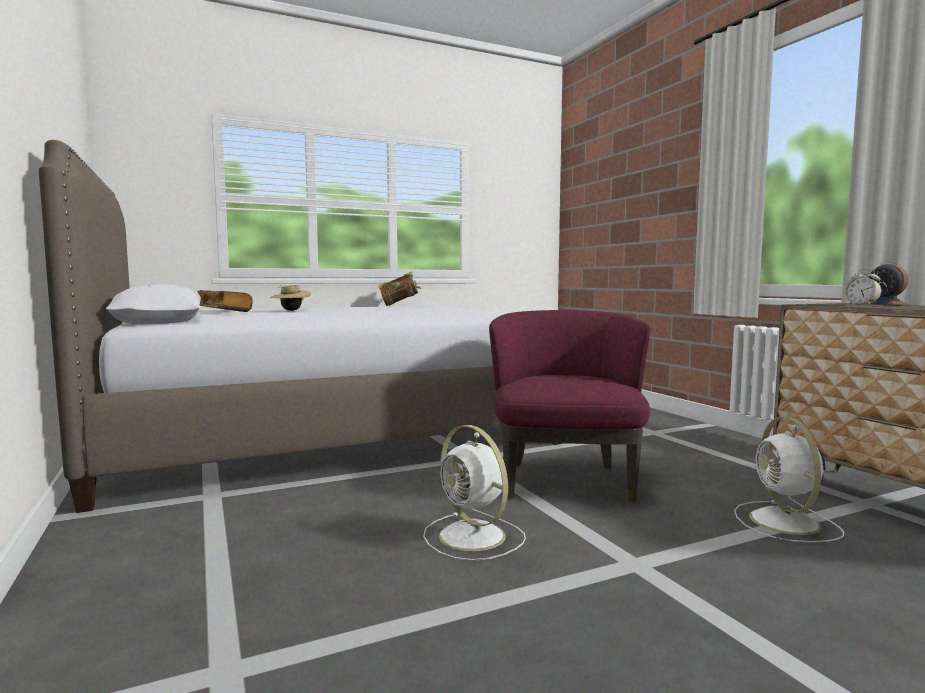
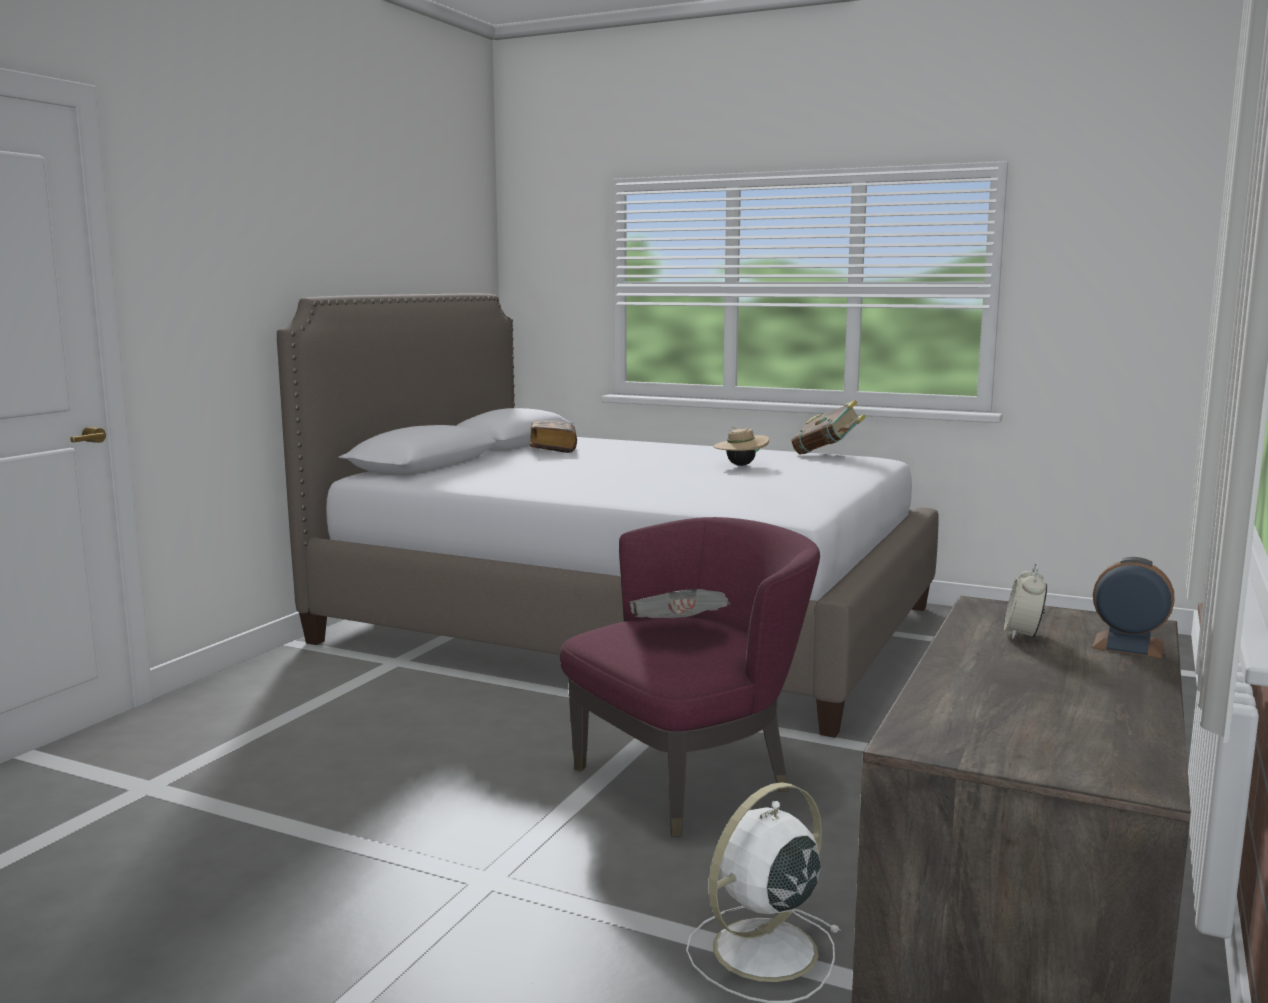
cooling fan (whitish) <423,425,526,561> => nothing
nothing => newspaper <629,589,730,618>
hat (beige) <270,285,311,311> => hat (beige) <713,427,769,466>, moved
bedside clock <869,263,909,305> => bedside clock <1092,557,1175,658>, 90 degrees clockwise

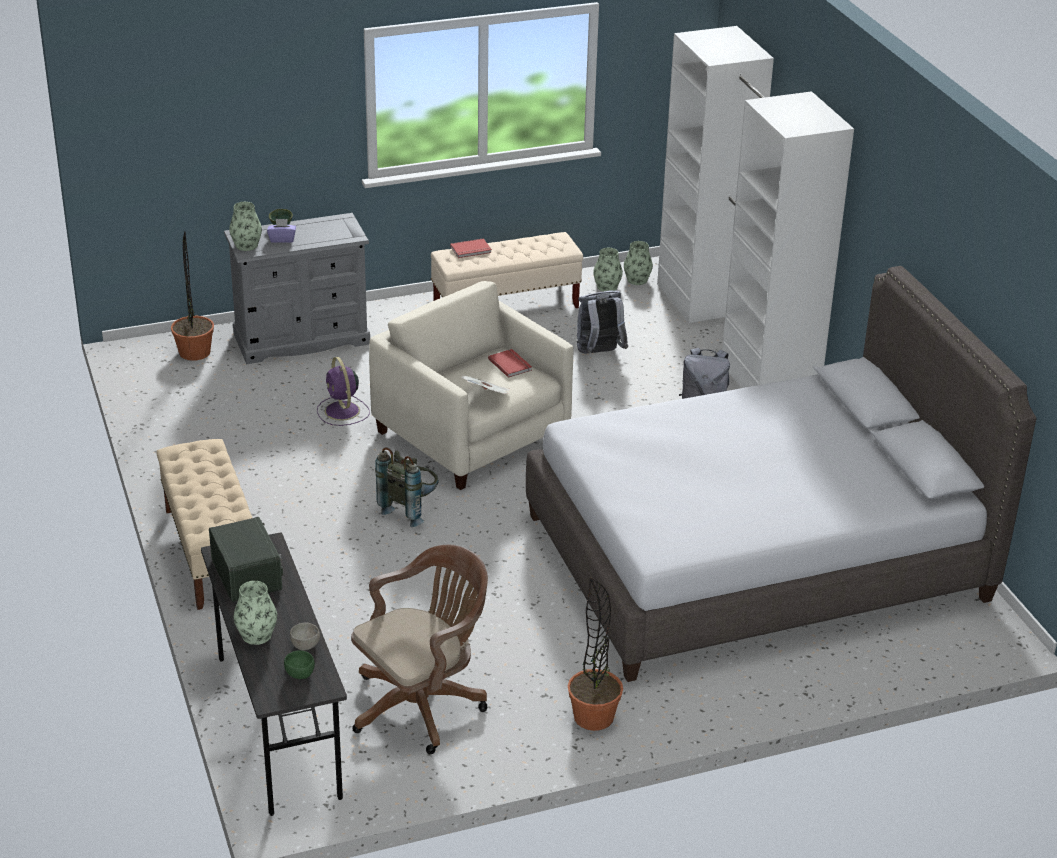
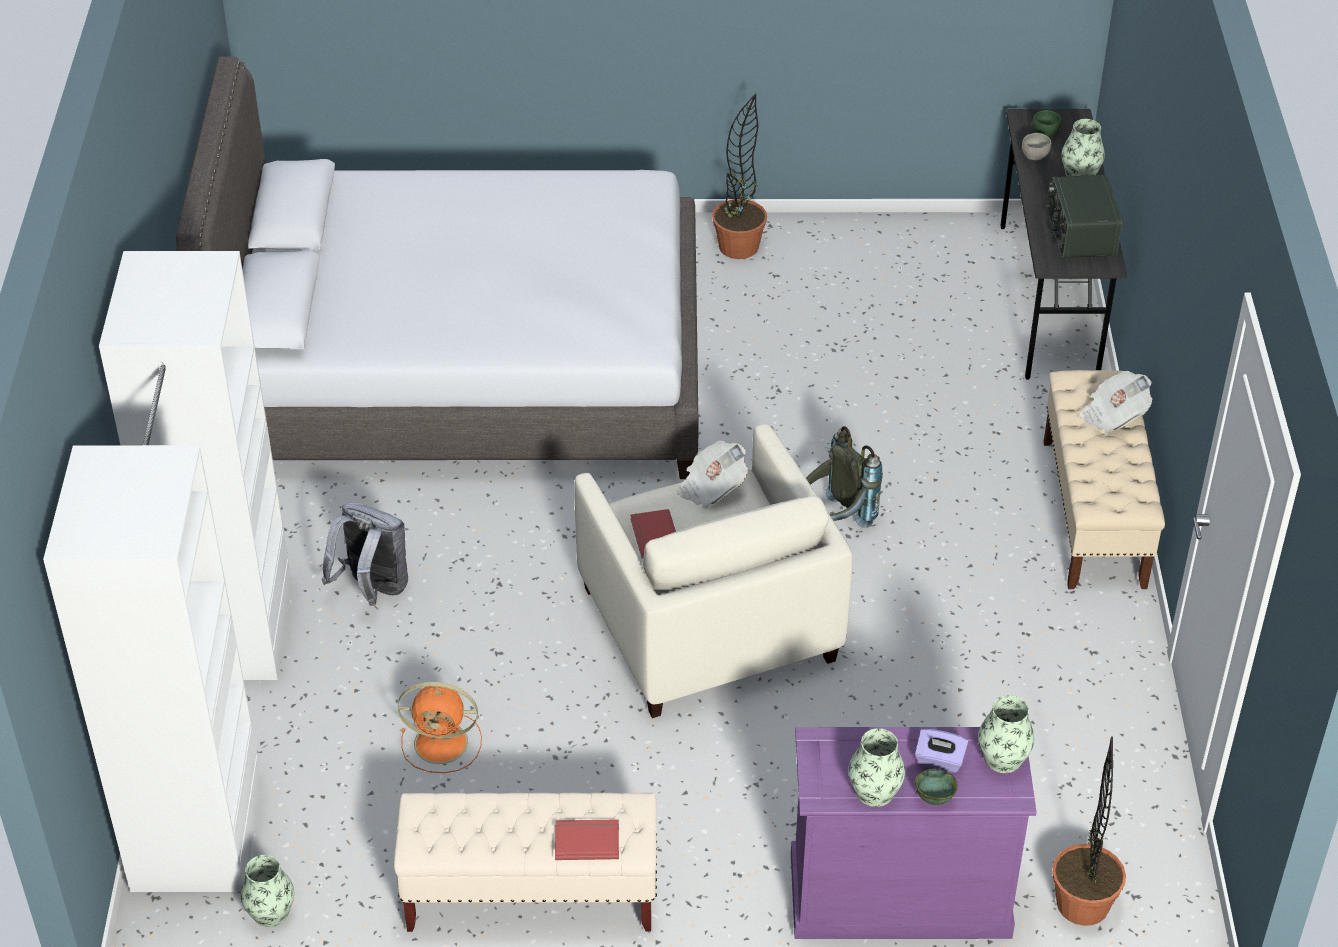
cooling fan (purple) <317,357,370,426> => nothing
computer chair (brown) <351,545,488,754> => nothing
nothing => newspaper <1079,371,1152,434>
flower vase <593,248,623,292> => flower vase <848,728,905,807>, moved
rucksack (greyish) <577,291,628,354> => cooling fan (orange-coloured) <397,682,482,773>
dresser (greyish) <224,213,370,364> => dresser (purple) <791,727,1036,939>

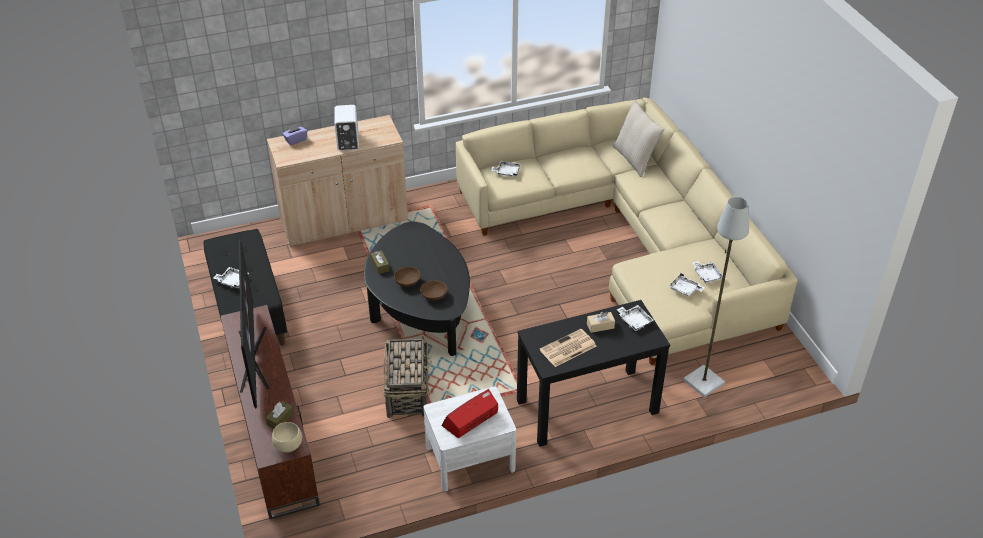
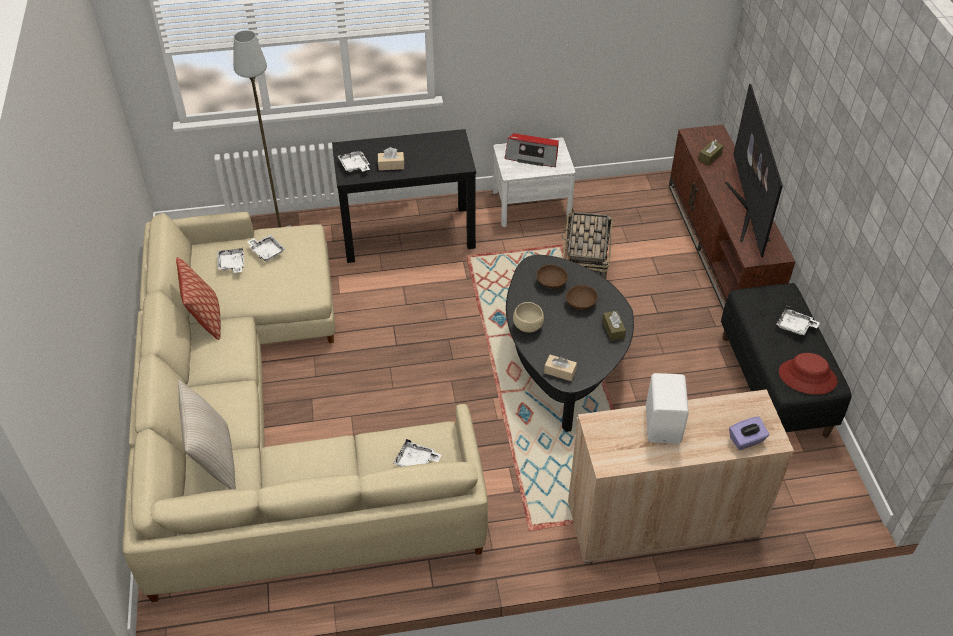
newspaper <540,329,597,367> => nothing
nothing => pillow <176,257,221,340>
nothing => box of tissues (beige) <544,355,577,381>
nothing => hat (red) <779,353,837,395>
serving bowl (beige) <272,422,302,453> => serving bowl (beige) <513,302,544,333>, moved
radio receiver <442,389,498,438> => radio receiver <505,133,559,167>, 45 degrees clockwise

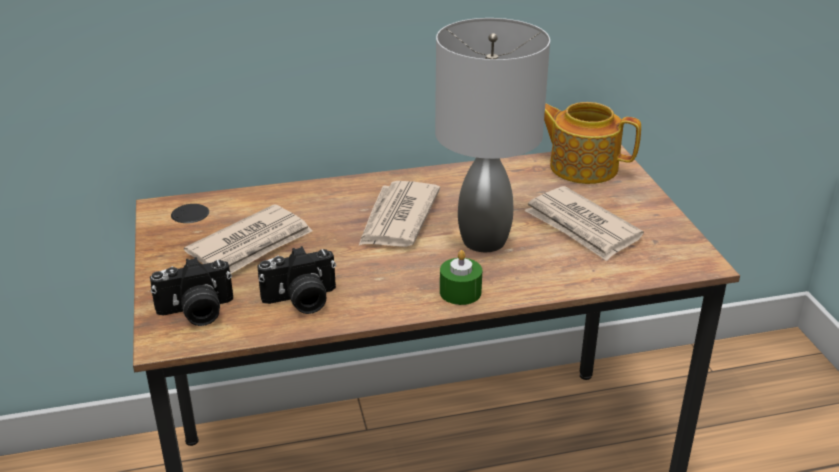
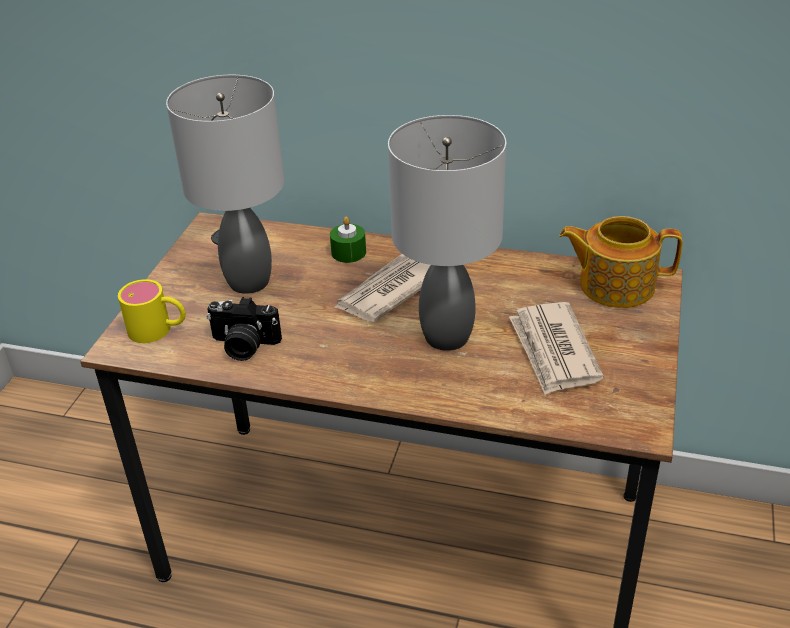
wax light (greenish) <440,250,482,305> => wax light (greenish) <330,217,366,263>, moved
photo camera <150,257,233,326> => tea mug (yellow-coloured) <118,279,186,343>
newspaper <184,204,313,274> => tabletop lamp (greyish) <166,75,284,294>
pot for tea <544,102,641,184> => pot for tea <559,216,683,308>, 45 degrees counterclockwise

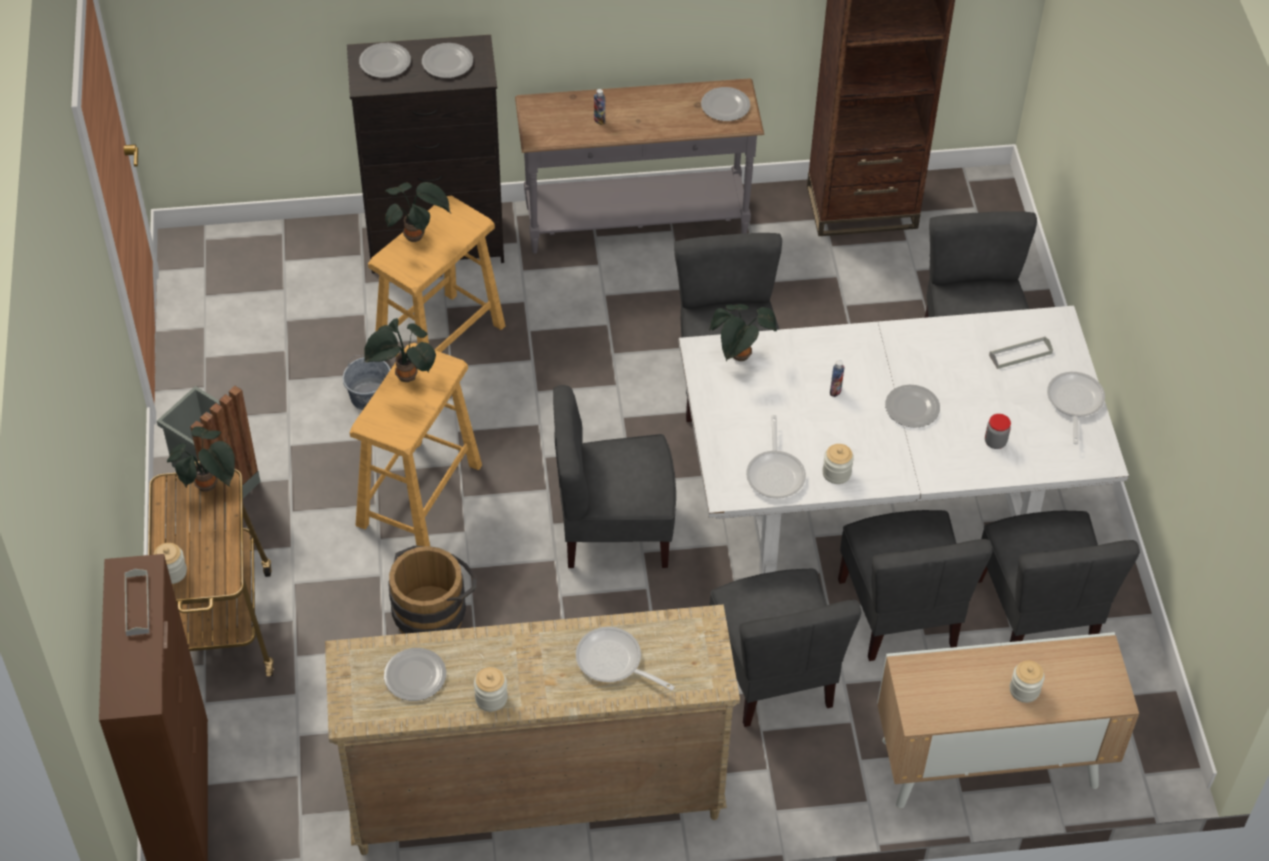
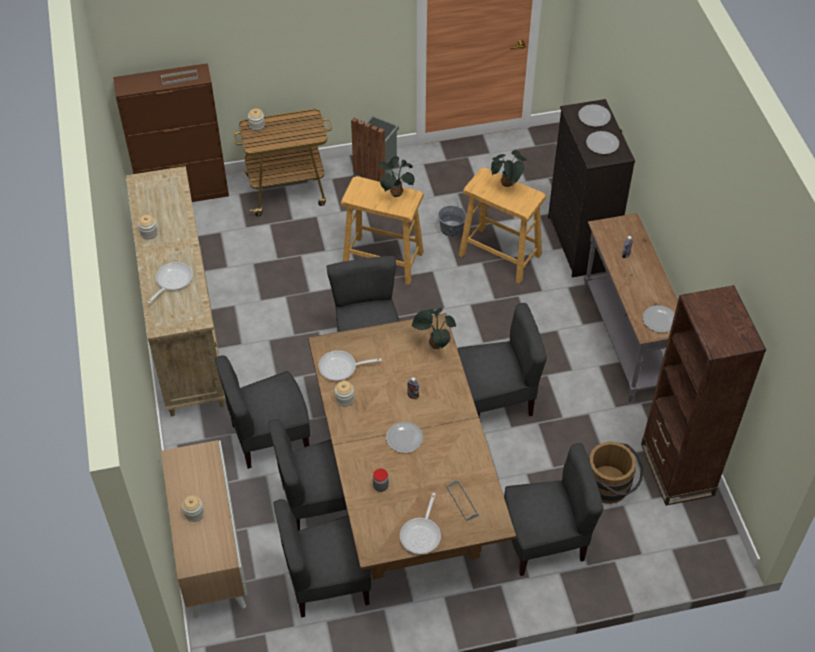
potted plant <167,426,235,492> => nothing
dinner plate <384,648,446,701> => nothing
bucket (brown) <388,546,477,634> => bucket (brown) <589,442,644,504>, moved
kitchen table (whitish) <678,306,1129,574> => kitchen table (brown) <308,313,516,579>
frying pan <1047,372,1105,444> => frying pan <400,493,441,554>, 105 degrees clockwise

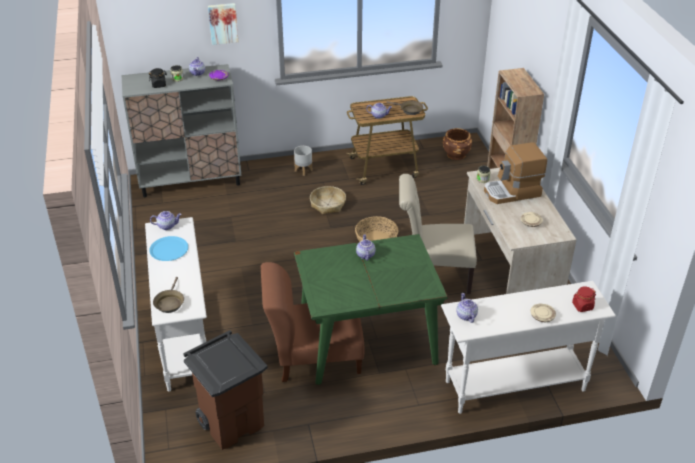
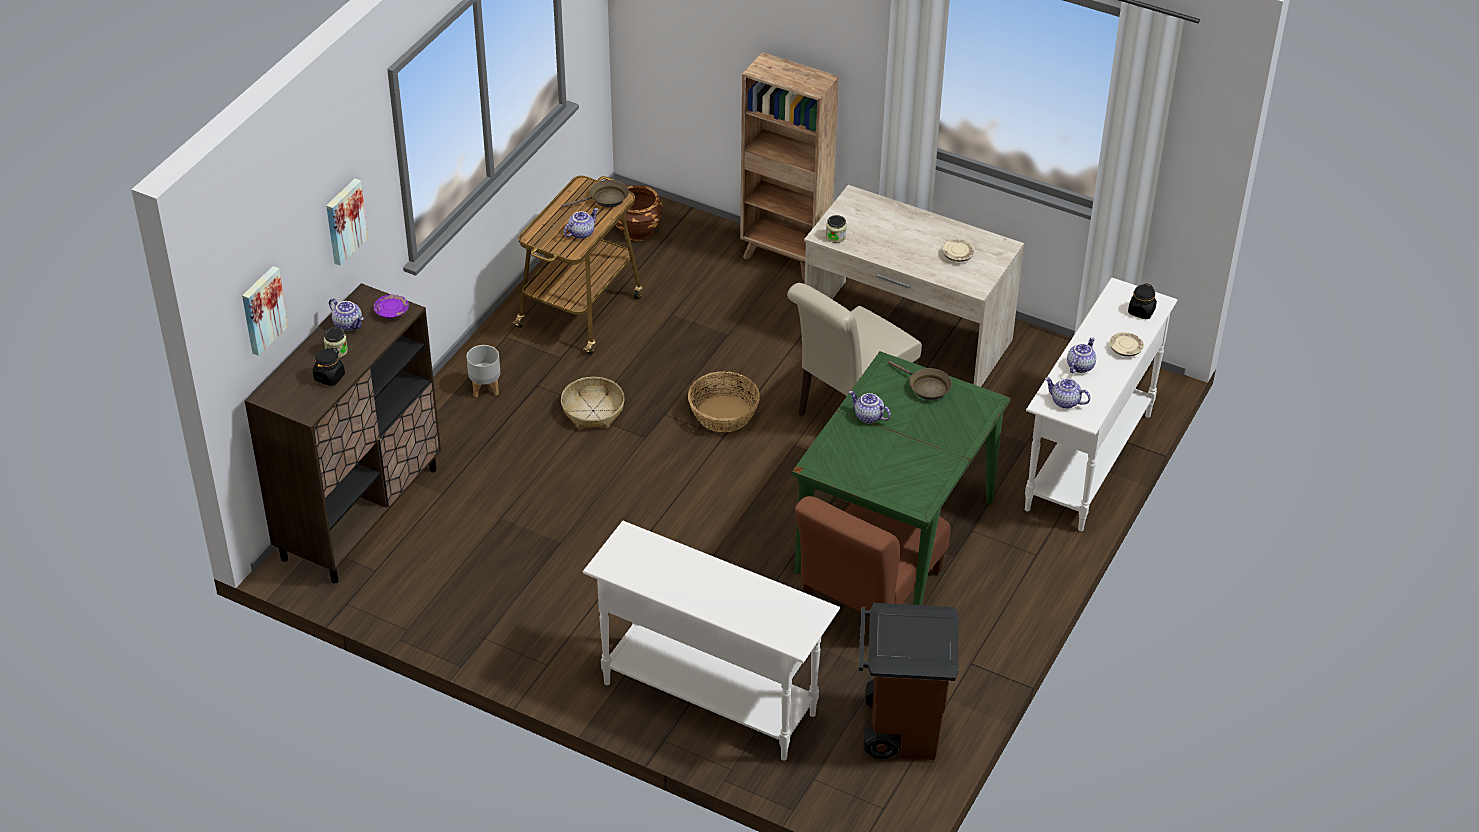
dinner plate (blue-coloured) <149,236,188,261> => nothing
coffee brewer <484,142,547,204> => nothing
nothing => wall picture <242,266,288,356>
pot for tea <150,211,182,230> => pot for tea <1067,337,1096,373>, moved
frying pan (brown) <153,277,184,313> => frying pan (brown) <888,361,952,400>, moved
cupboard (greyish) <121,64,241,197> => cupboard (brown) <244,283,441,584>
storage jar (red) <572,286,596,312> => storage jar (black) <1128,283,1157,319>

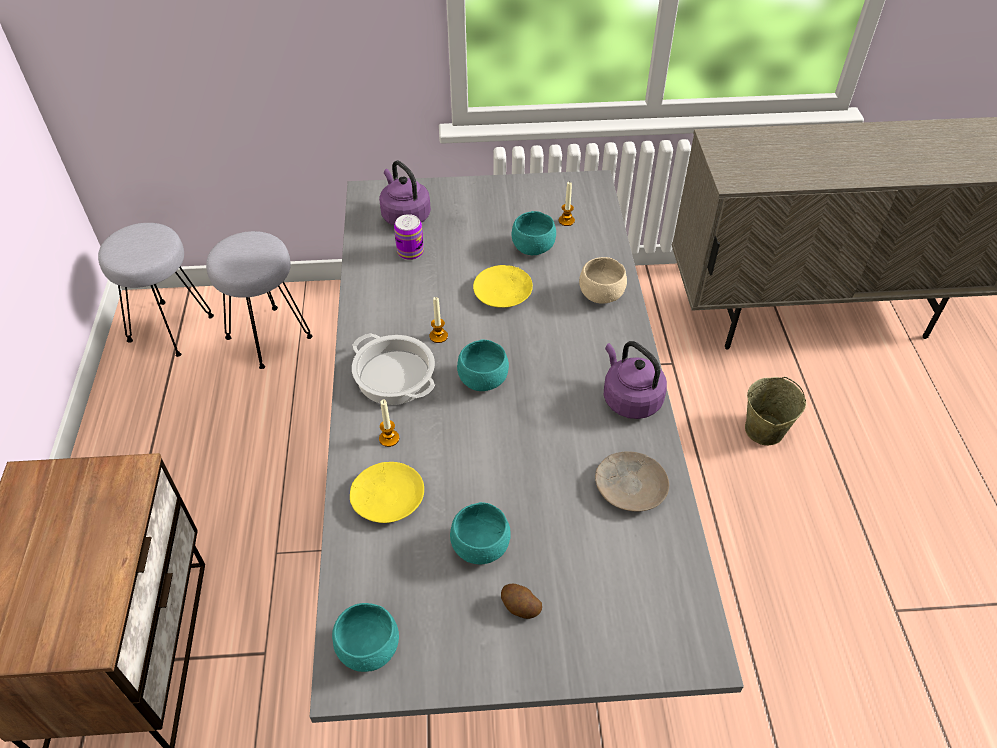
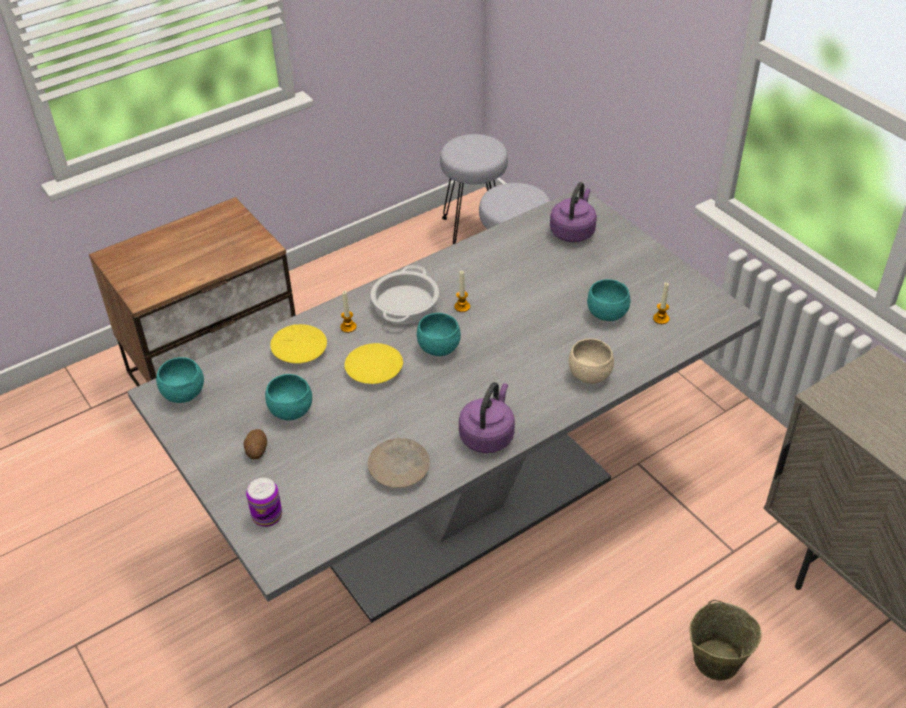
sealed can <394,214,424,260> => sealed can <246,478,282,527>, moved
dinner plate (yellow-coloured) <473,265,533,308> => dinner plate (yellow-coloured) <344,343,403,384>, moved

